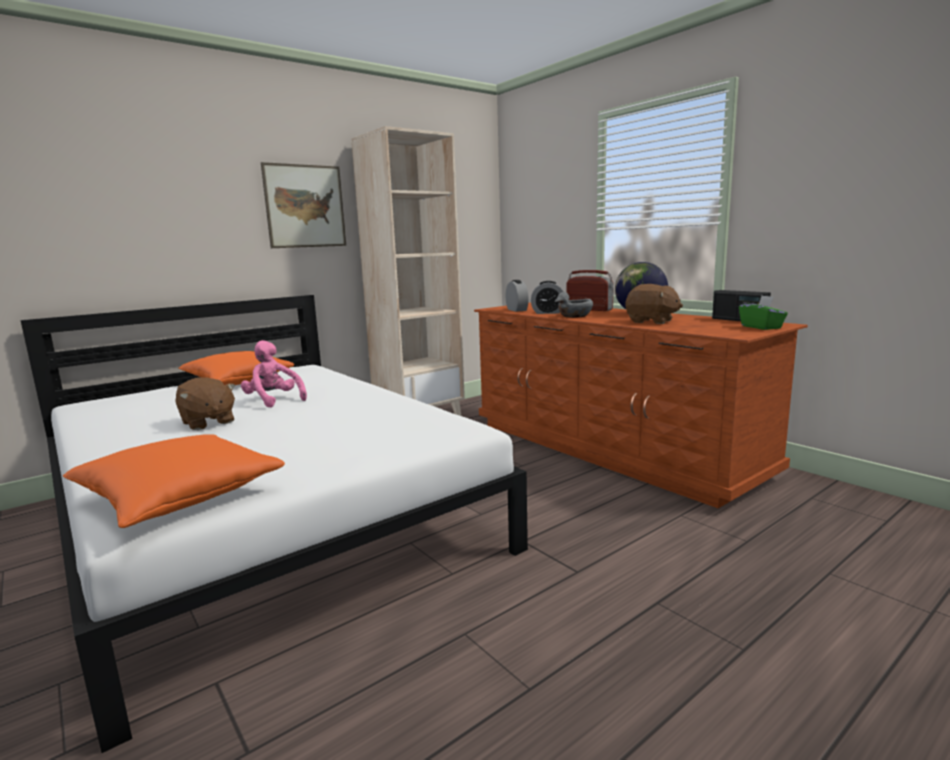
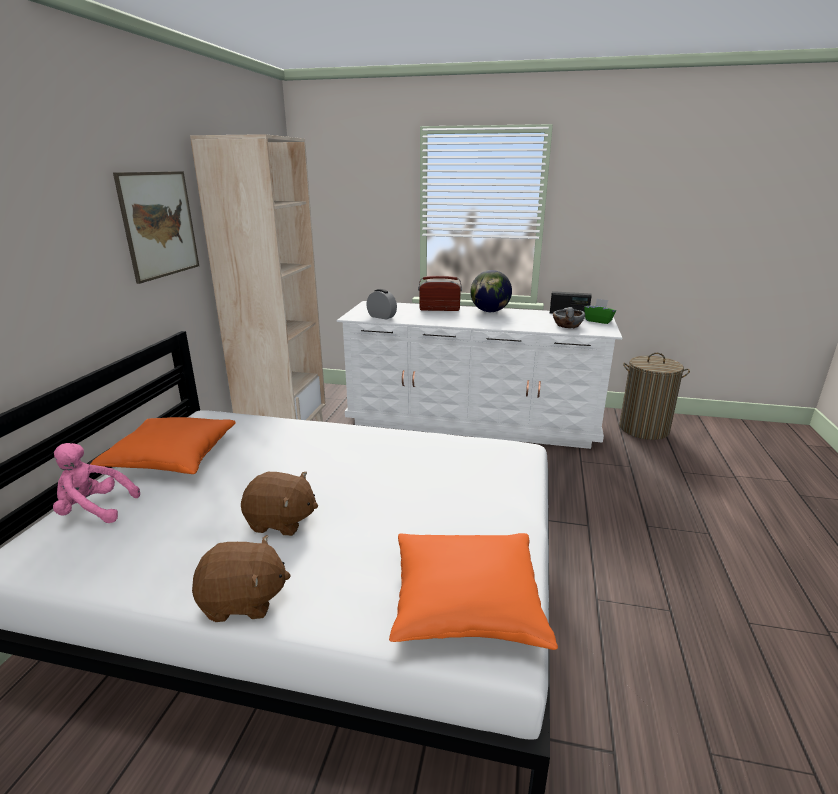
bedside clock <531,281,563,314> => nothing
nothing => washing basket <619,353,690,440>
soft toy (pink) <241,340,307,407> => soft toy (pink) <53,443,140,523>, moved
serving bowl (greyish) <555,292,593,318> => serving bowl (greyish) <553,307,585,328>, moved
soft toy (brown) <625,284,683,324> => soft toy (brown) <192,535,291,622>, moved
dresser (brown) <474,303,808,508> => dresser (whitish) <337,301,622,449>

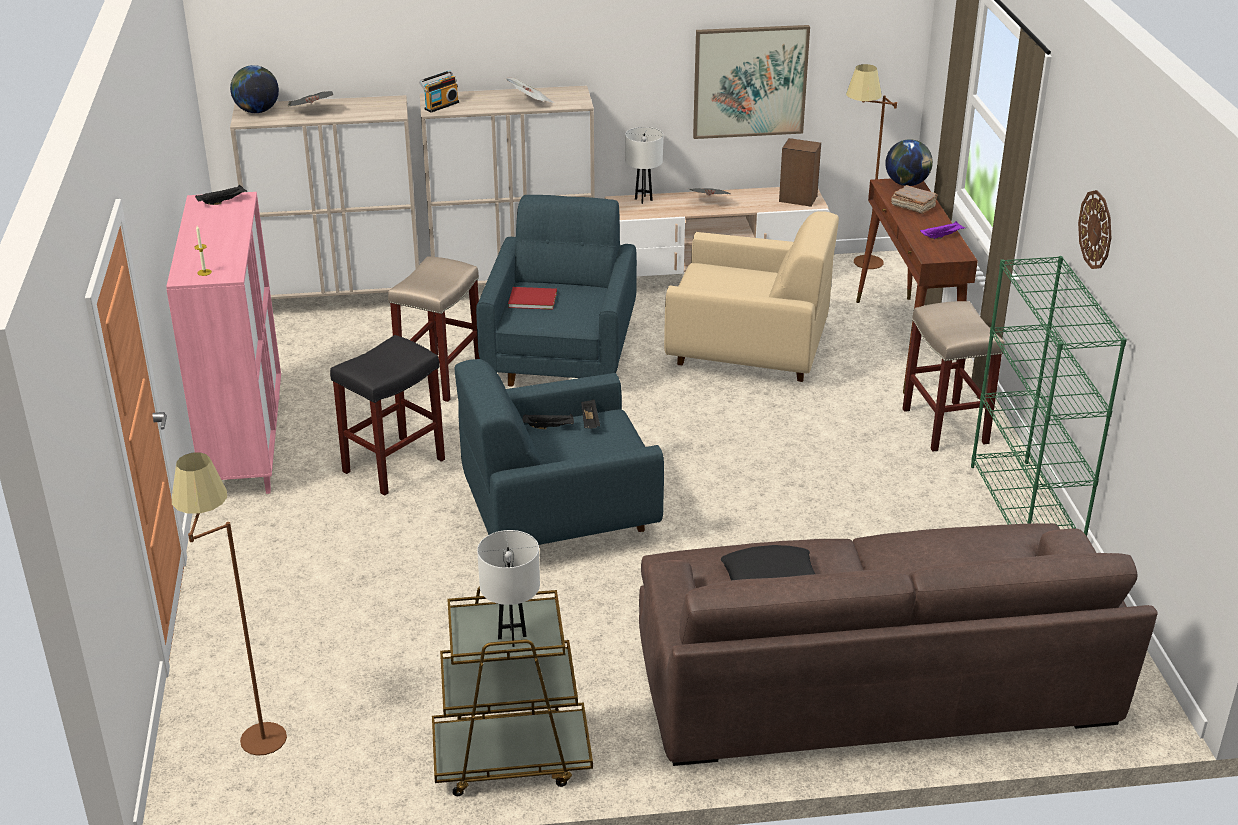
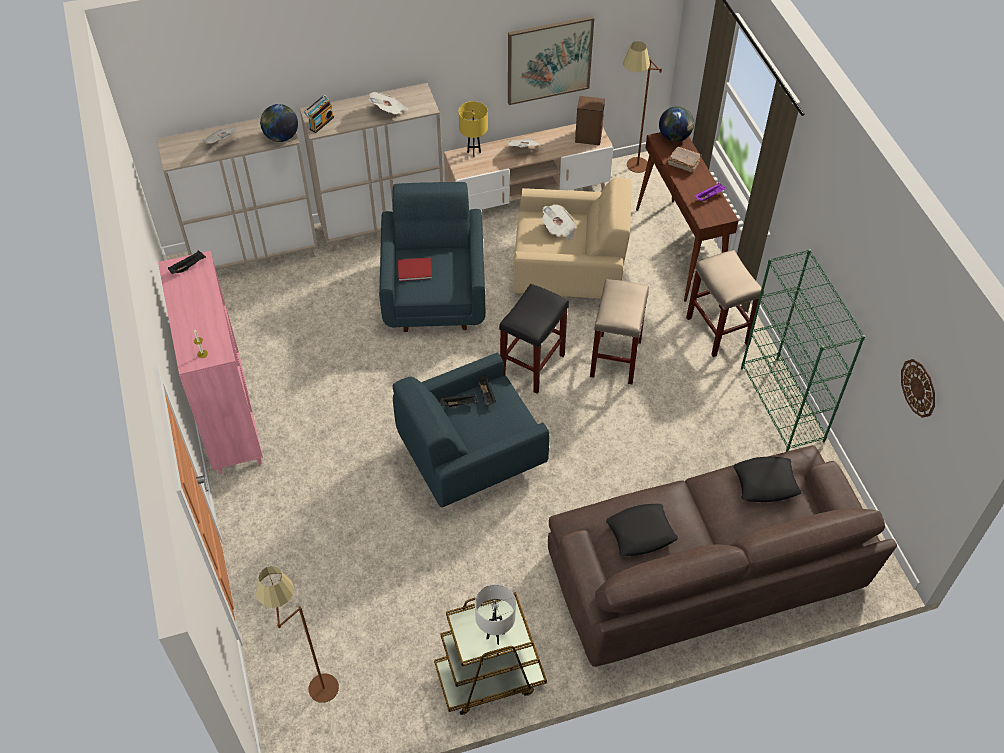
nothing => newspaper <542,204,576,240>
nothing => pillow (black) <733,456,801,502>
desk globe <230,65,279,113> => desk globe <260,104,298,142>, moved
sitting stool (black) <330,335,445,496> => sitting stool (black) <499,284,569,394>, moved
sitting stool (beige) <388,256,480,402> => sitting stool (beige) <590,279,649,384>, moved
clock on the wall <1078,190,1111,269> => clock on the wall <901,359,935,418>, moved
tabletop lamp (whitish) <625,127,663,204> => tabletop lamp (yellow-coloured) <458,101,488,157>

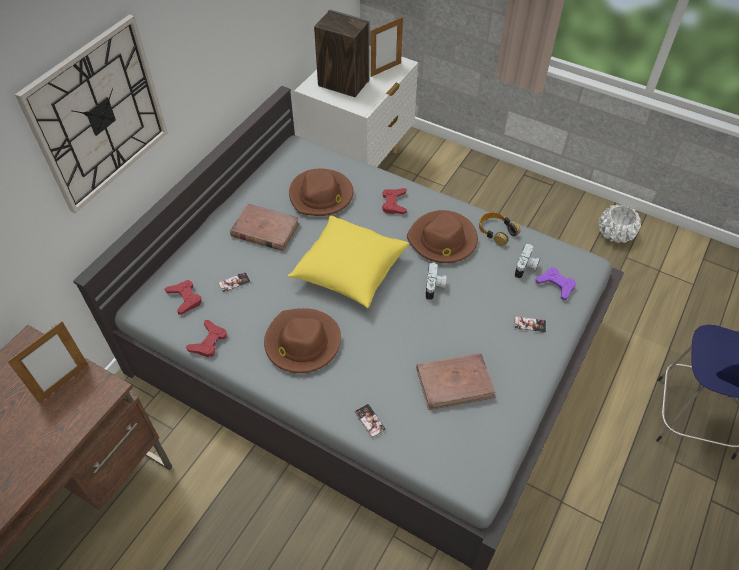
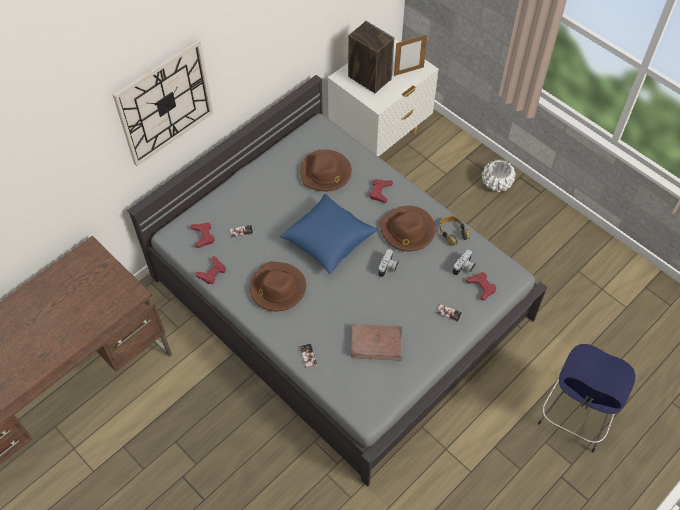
picture frame <7,321,88,403> => nothing
bound book (brown) <230,204,300,251> => nothing
planter (whitish) <599,204,641,243> => planter (whitish) <482,159,516,192>, moved
pillow (yellow-coloured) <287,215,409,308> => pillow (blue-coloured) <279,194,377,274>
game controller (purple) <535,267,576,301> => game controller (red) <466,272,497,300>

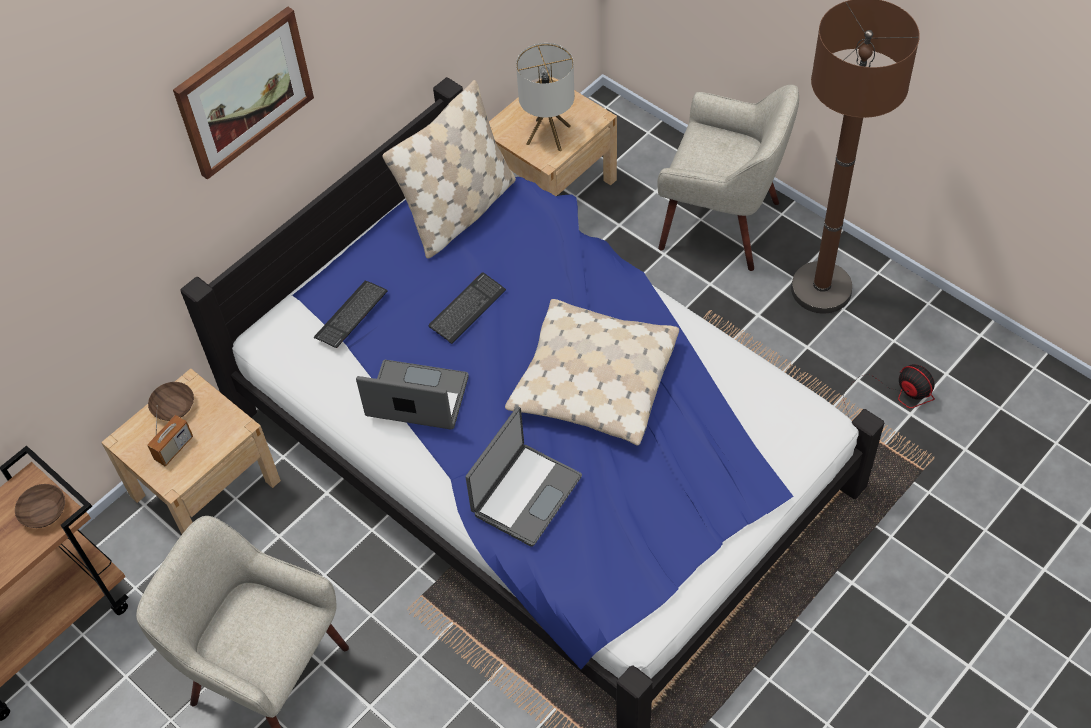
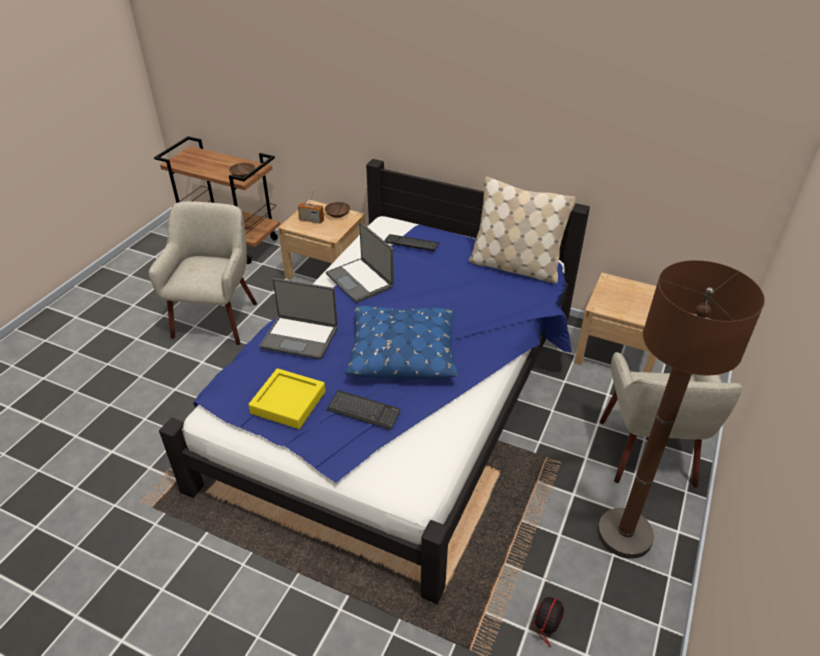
wall picture <173,7,314,180> => nothing
tabletop lamp <516,43,575,151> => nothing
nothing => tray (yellow-coloured) <248,368,326,429>
PC keyboard <428,272,506,344> => PC keyboard <327,390,401,430>, moved
pillow (beige) <505,299,679,446> => pillow (blue-coloured) <345,306,458,379>
notebook computer <356,360,469,429> => notebook computer <326,223,394,303>, 150 degrees clockwise

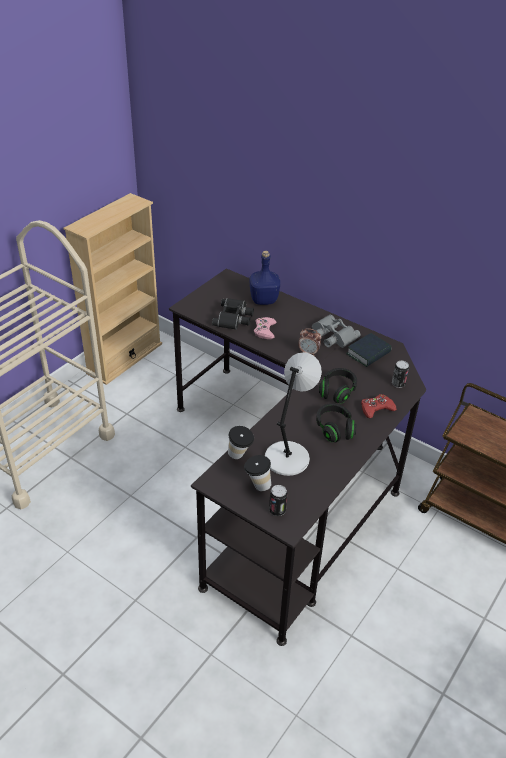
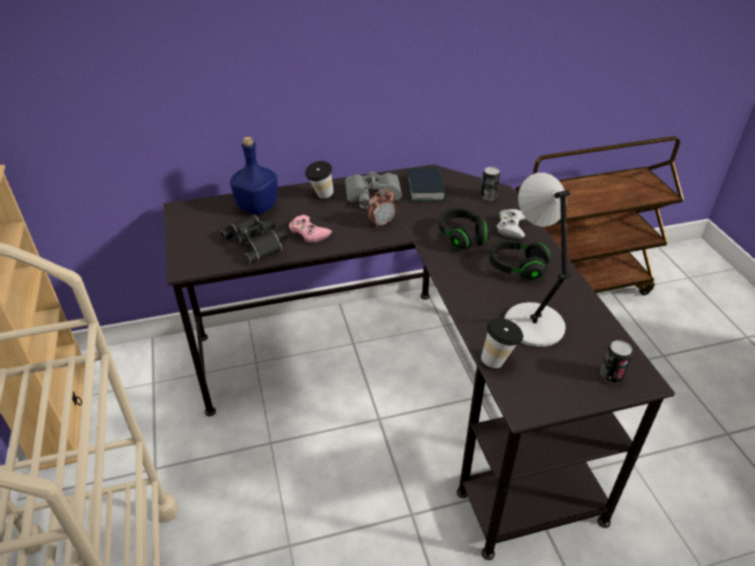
cup <244,455,271,491> => cup <305,161,334,199>, moved
game controller (red) <361,394,397,418> => game controller (whitish) <497,209,526,239>

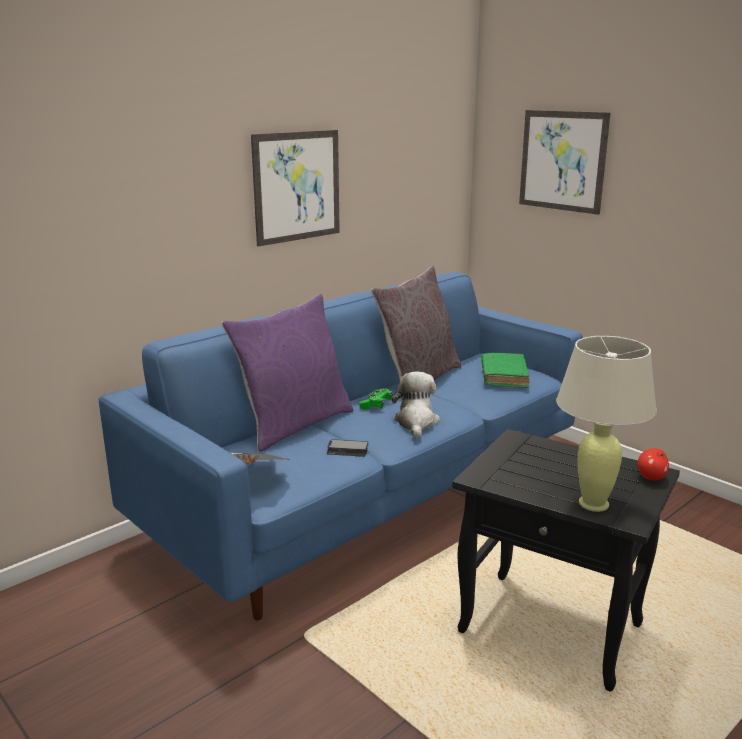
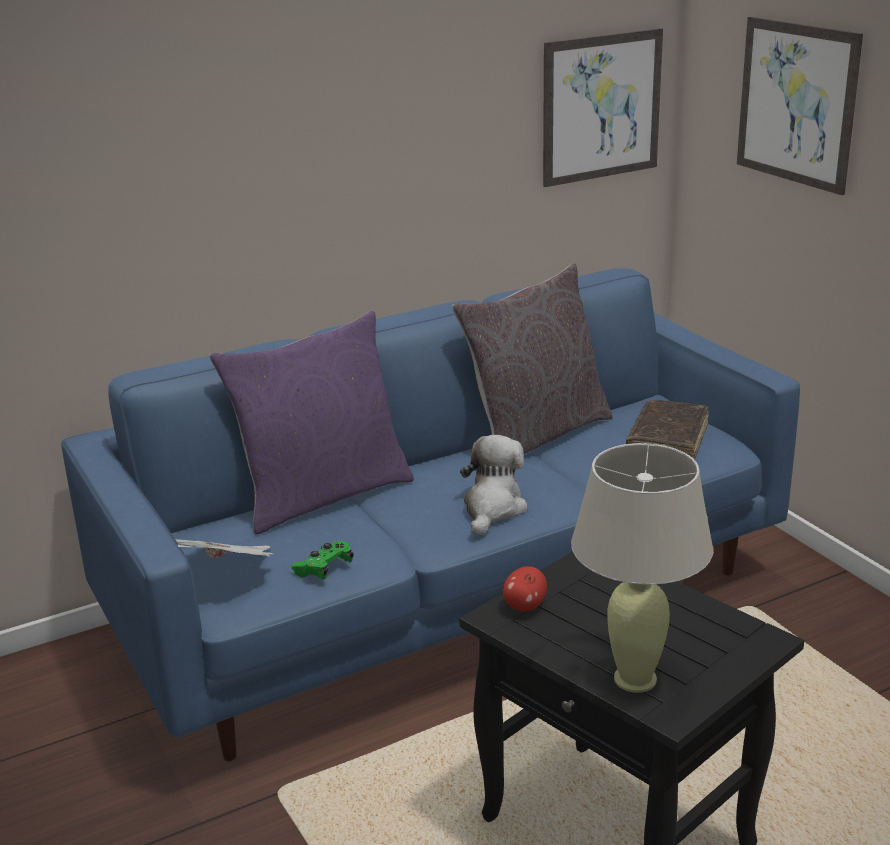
telephone <326,439,369,457> => nothing
wall picture <251,130,340,246> => wall picture <543,28,663,187>, moved
game controller (greenish) <359,389,393,410> => game controller (greenish) <291,541,354,580>, moved
apple fruit <638,448,669,480> => apple fruit <503,566,547,612>, moved
bound book (greenish) <481,352,529,388> => bound book (brown) <626,400,709,460>

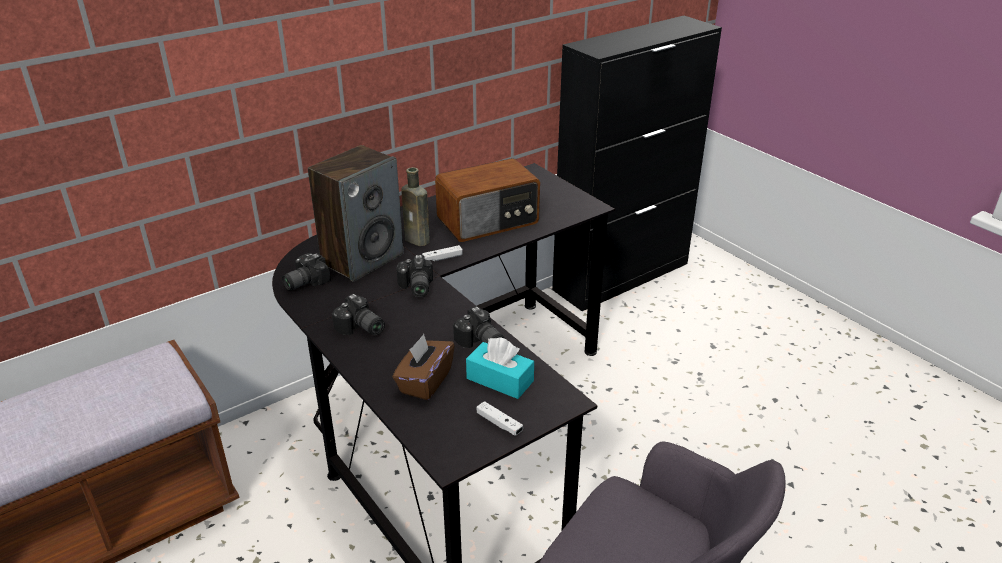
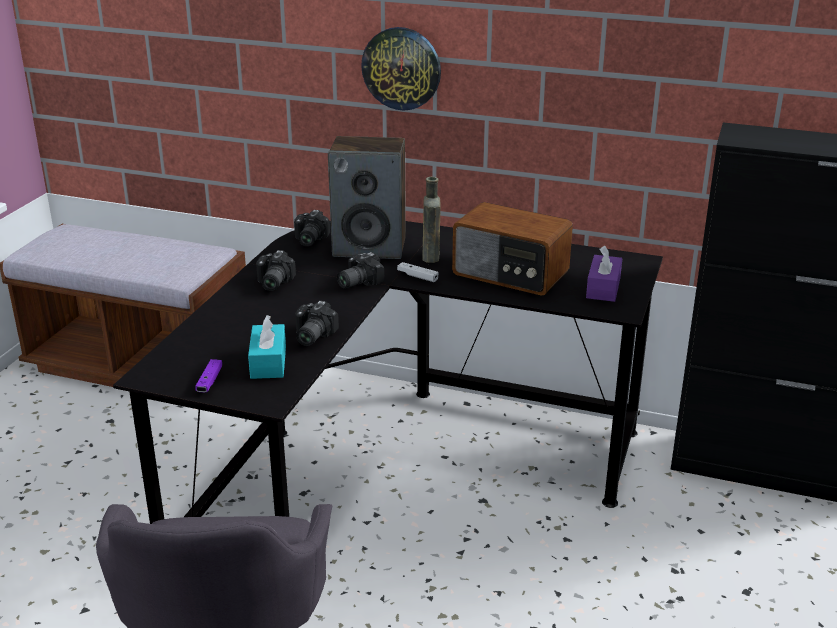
box of tissues (brown) <393,334,455,400> => nothing
nothing => clock on the wall <361,27,441,110>
nothing => box of tissues (purple) <586,246,622,302>
game controller (whitish) <476,401,523,436> => game controller (purple) <195,359,222,392>
photo camera <282,253,331,290> => photo camera <294,210,330,246>, 90 degrees counterclockwise

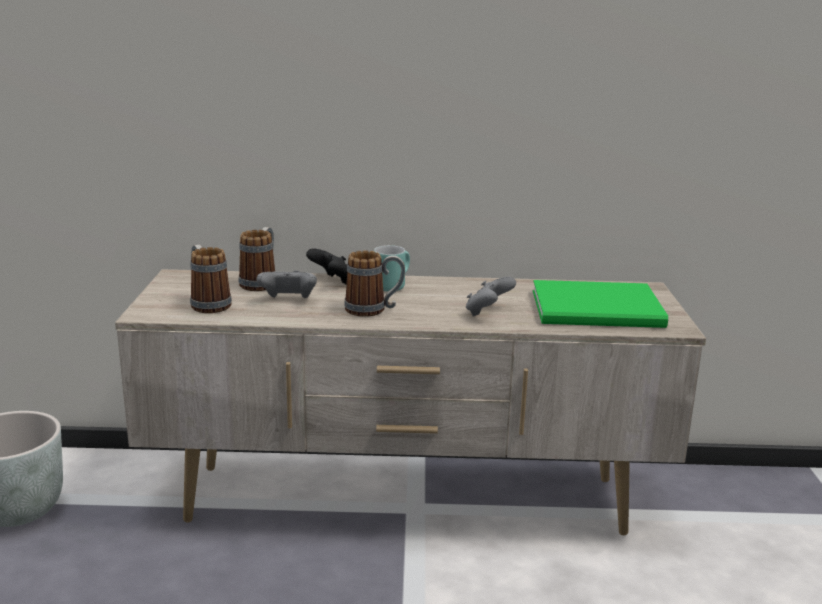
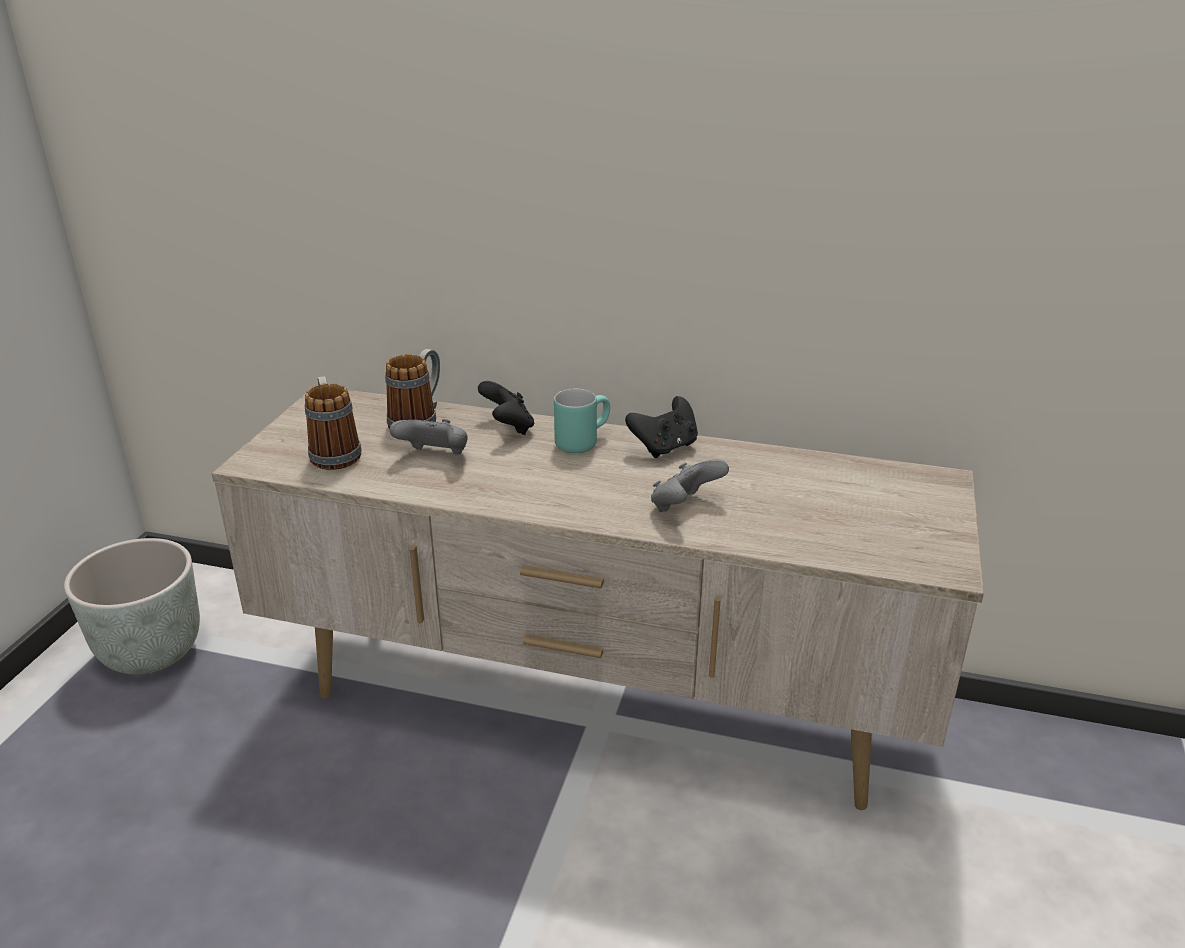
tea mug <344,250,405,317> => nothing
bound book (greenish) <533,280,668,328> => nothing
nothing => game controller (black) <625,396,698,458>

